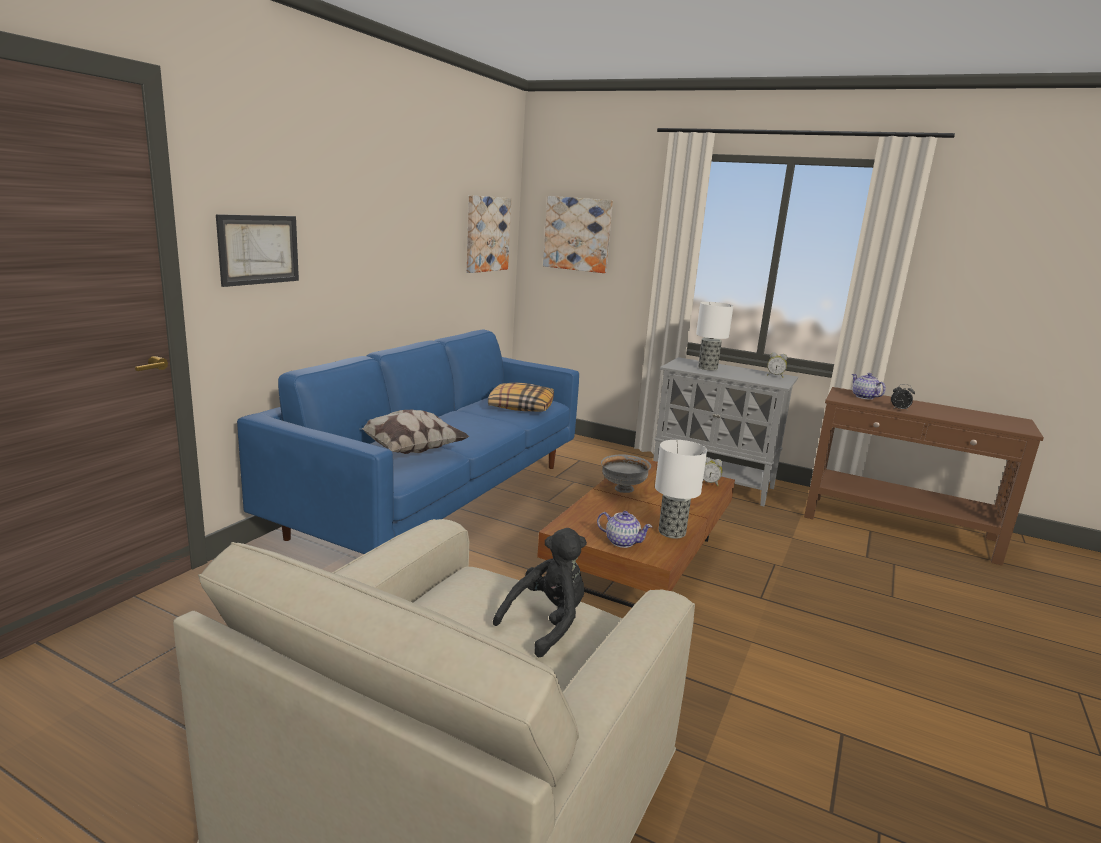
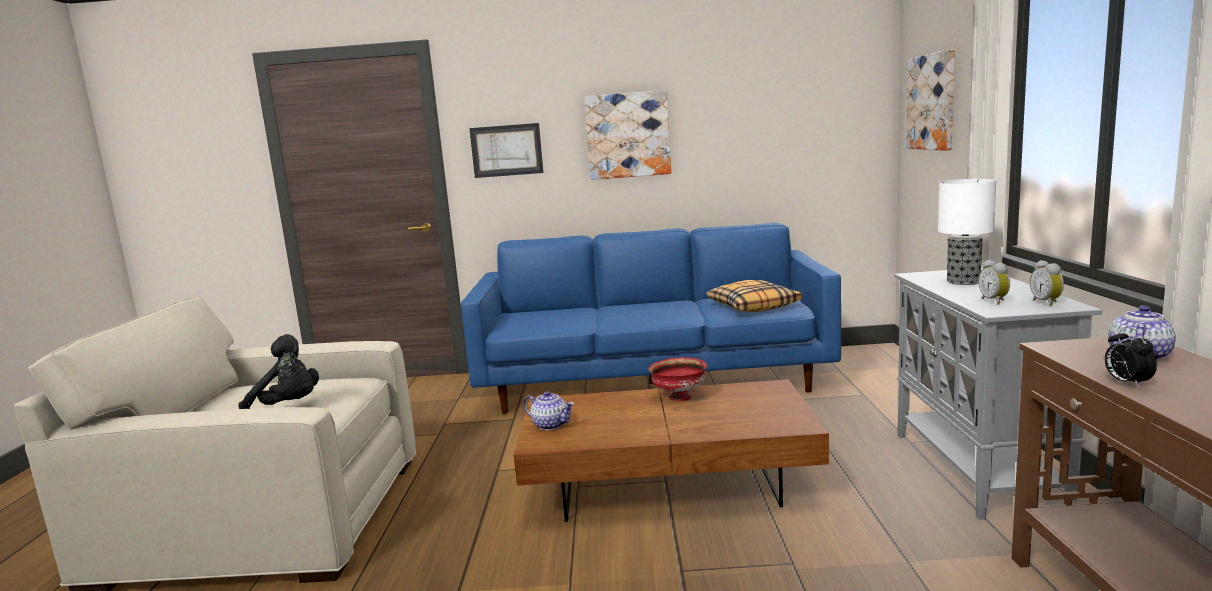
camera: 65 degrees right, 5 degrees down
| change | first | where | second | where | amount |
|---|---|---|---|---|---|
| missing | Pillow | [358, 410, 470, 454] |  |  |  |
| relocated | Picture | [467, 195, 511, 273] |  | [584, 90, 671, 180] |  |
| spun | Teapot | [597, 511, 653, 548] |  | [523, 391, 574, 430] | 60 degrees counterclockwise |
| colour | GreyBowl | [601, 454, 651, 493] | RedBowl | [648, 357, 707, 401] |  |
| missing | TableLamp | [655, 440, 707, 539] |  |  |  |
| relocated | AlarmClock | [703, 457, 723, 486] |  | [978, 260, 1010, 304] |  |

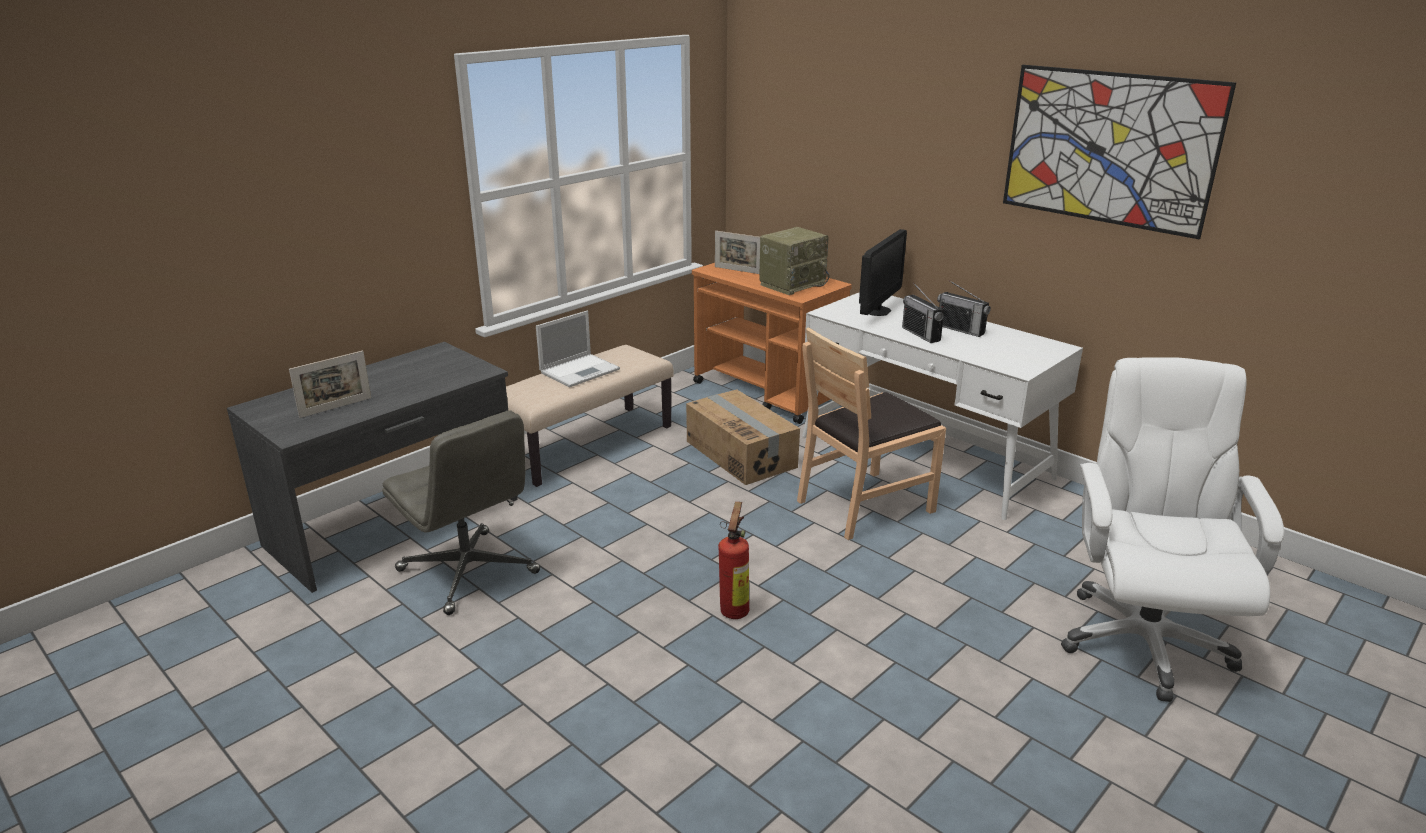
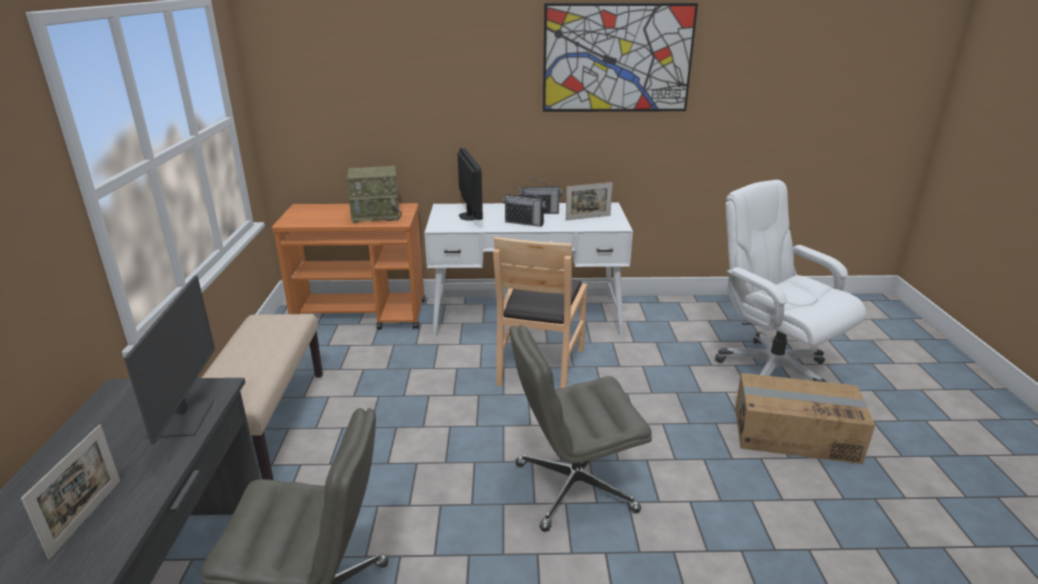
camera: 45 degrees left, 0 degrees up
| change | first | where | second | where | amount |
|---|---|---|---|---|---|
| missing | Laptop | [536, 311, 620, 387] |  |  |  |
| relocated | CardboardBox | [686, 390, 800, 485] |  | [735, 373, 875, 464] |  |
| relocated | PictureFrame | [715, 231, 760, 274] |  | [566, 182, 613, 220] |  |
| exchanged | FireExtinguisher | [718, 502, 750, 619] | GreyOfficeChair | [510, 325, 652, 532] |  |
| spun | Radio | [759, 227, 829, 295] |  | [347, 166, 402, 223] | 75 degrees clockwise |
| appeared |  |  | Monitor | [124, 276, 215, 444] |  |

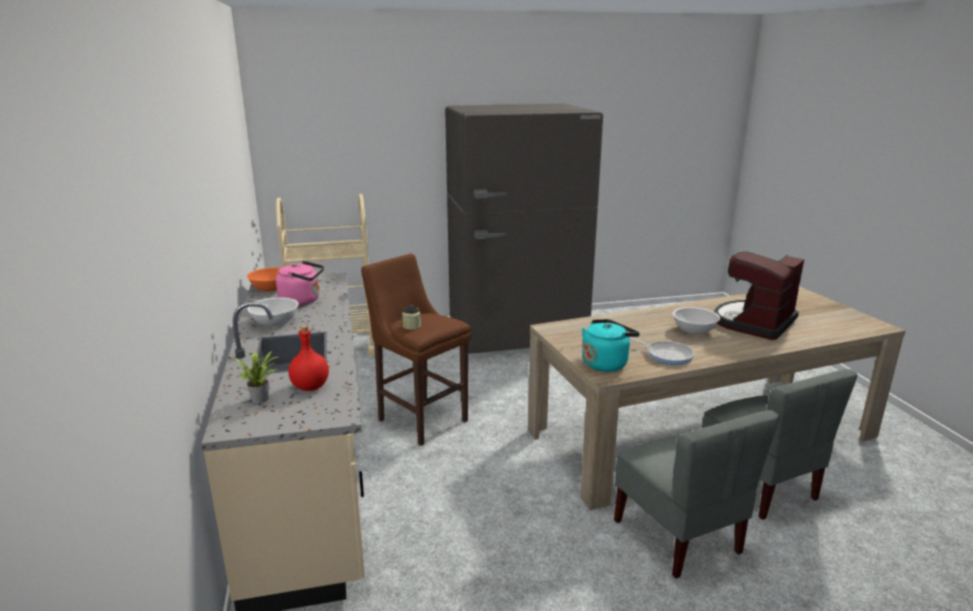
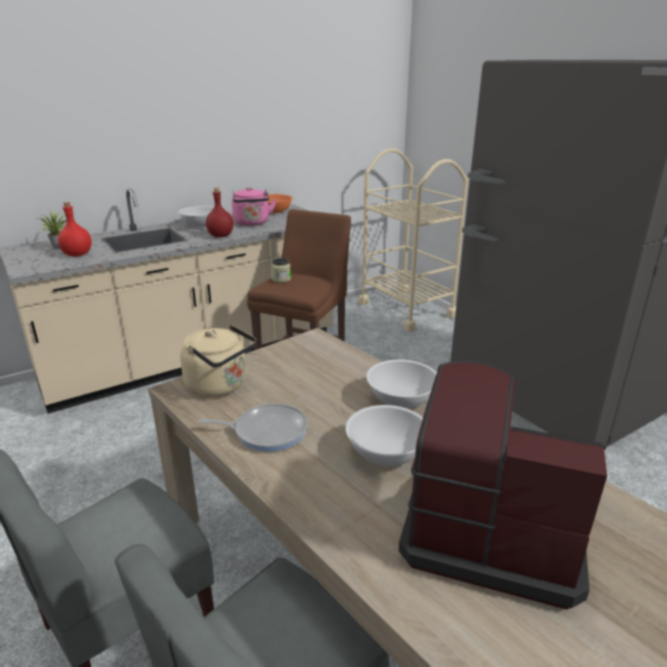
camera: 70 degrees right, 5 degrees up
| change | first | where | second | where | amount |
|---|---|---|---|---|---|
| colour | TurquoiseKettle | [582, 319, 640, 372] | BeigeKettle | [180, 325, 256, 397] |  |
| spun | FryingPan | [629, 338, 694, 365] |  | [198, 403, 308, 452] | 105 degrees counterclockwise |
| appeared |  |  | RedBottle | [206, 188, 233, 237] |  |
| appeared |  |  | WhiteBowl | [366, 360, 437, 409] |  |

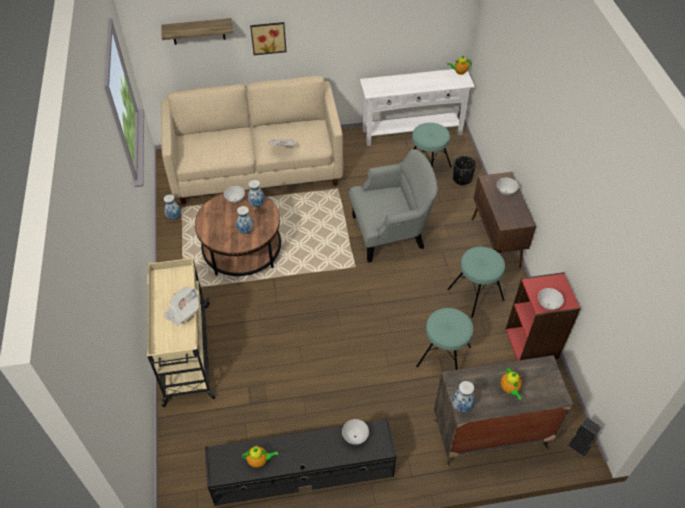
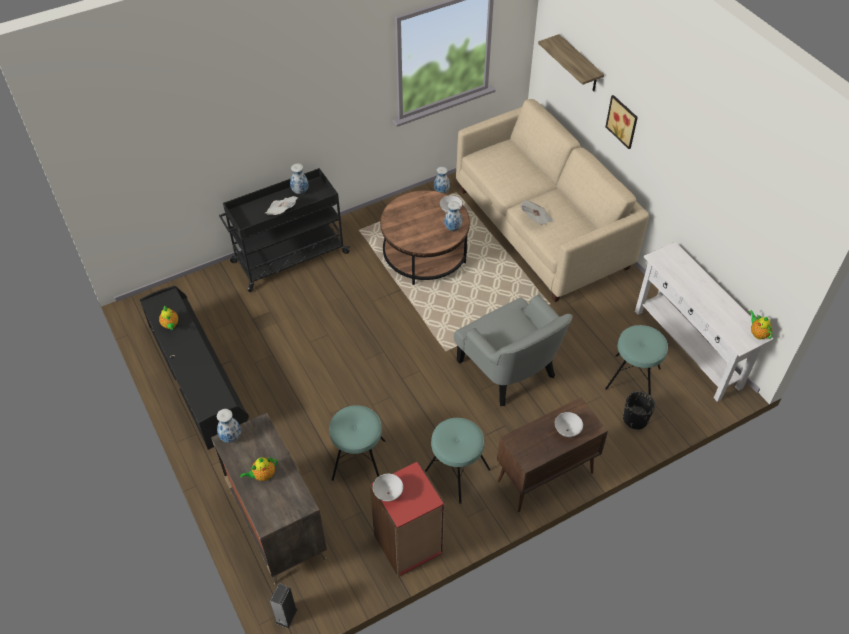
camera: 70 degrees right, 0 degrees up
| change | first | where | second | where | amount |
|---|---|---|---|---|---|
| colour | BeigeCart | [147, 258, 215, 407] | BlackCart | [219, 168, 350, 292] |  |
| relocated | Vase | [236, 206, 254, 234] |  | [290, 163, 309, 194] |  |
| missing | WhiteBowl | [342, 419, 369, 445] |  |  |  |

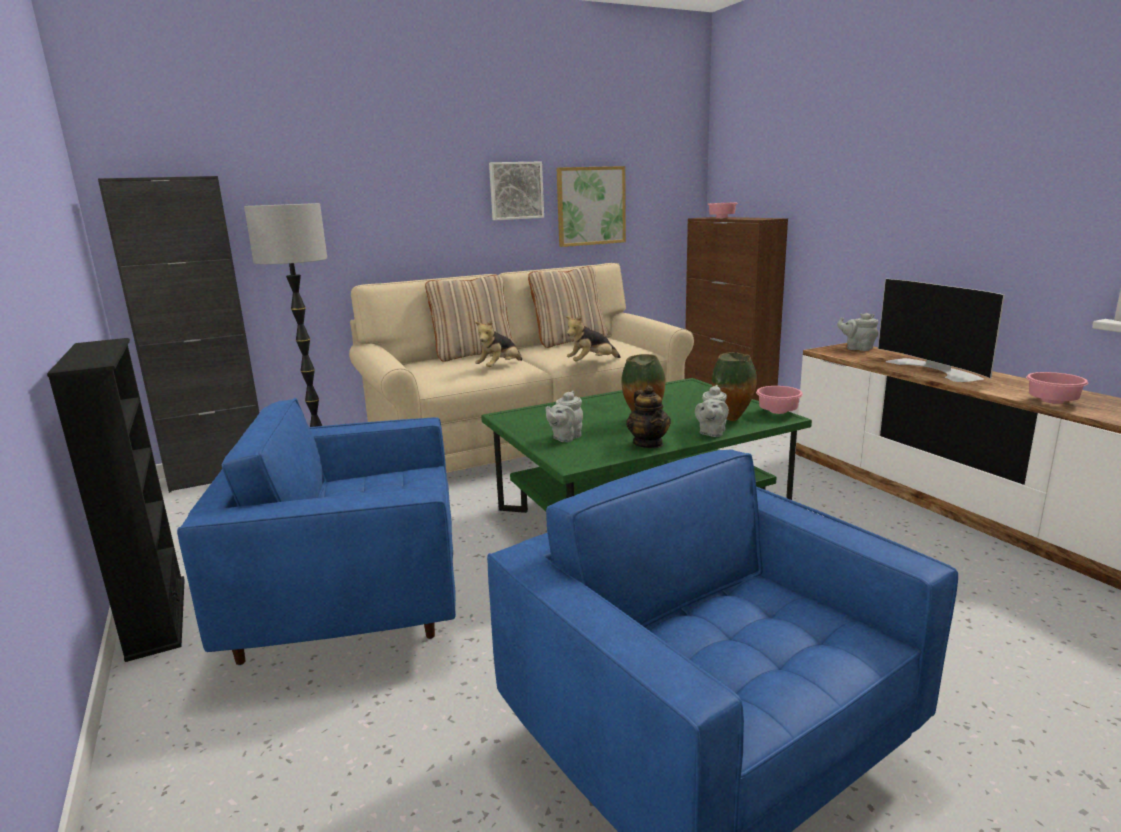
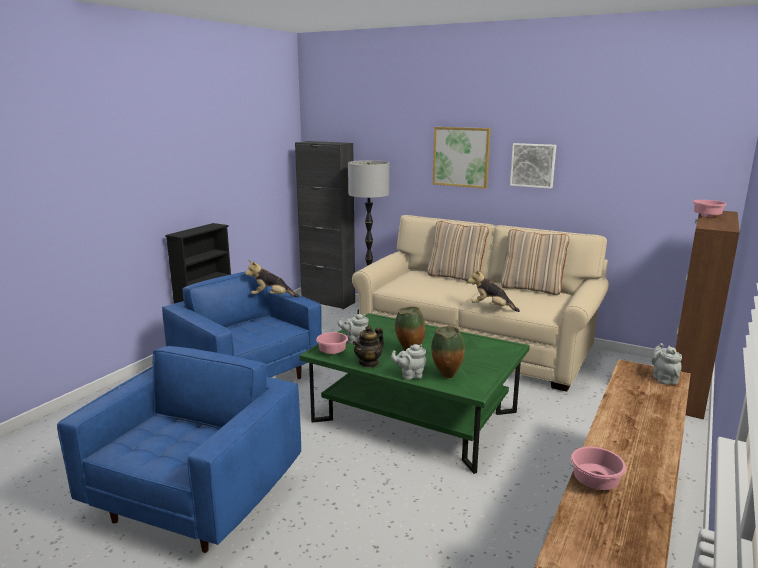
camera: 55 degrees right, 0 degrees up
| change | first | where | second | where | amount |
|---|---|---|---|---|---|
| relocated | PlushToy | [475, 320, 522, 367] |  | [245, 260, 300, 298] |  |
| relocated | Picture | [557, 166, 626, 247] |  | [433, 127, 491, 189] |  |
| relocated | PinkBowl | [756, 386, 803, 414] |  | [316, 332, 348, 354] |  |
| missing | Television | [878, 279, 1005, 382] |  |  |  |

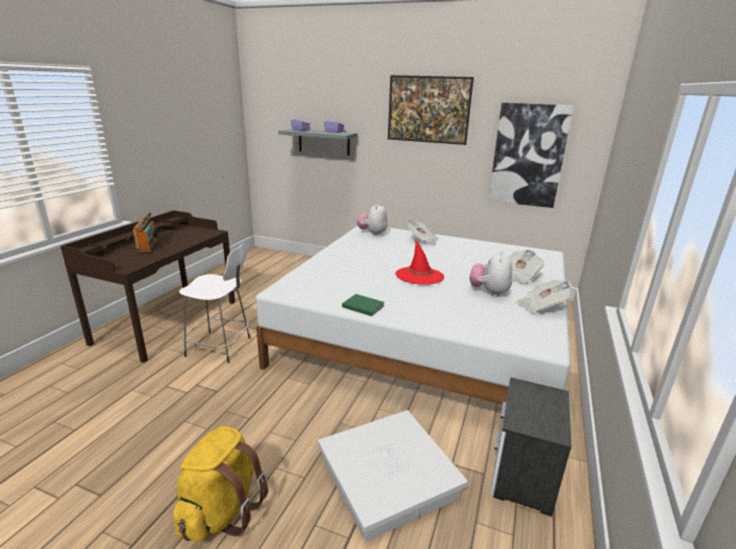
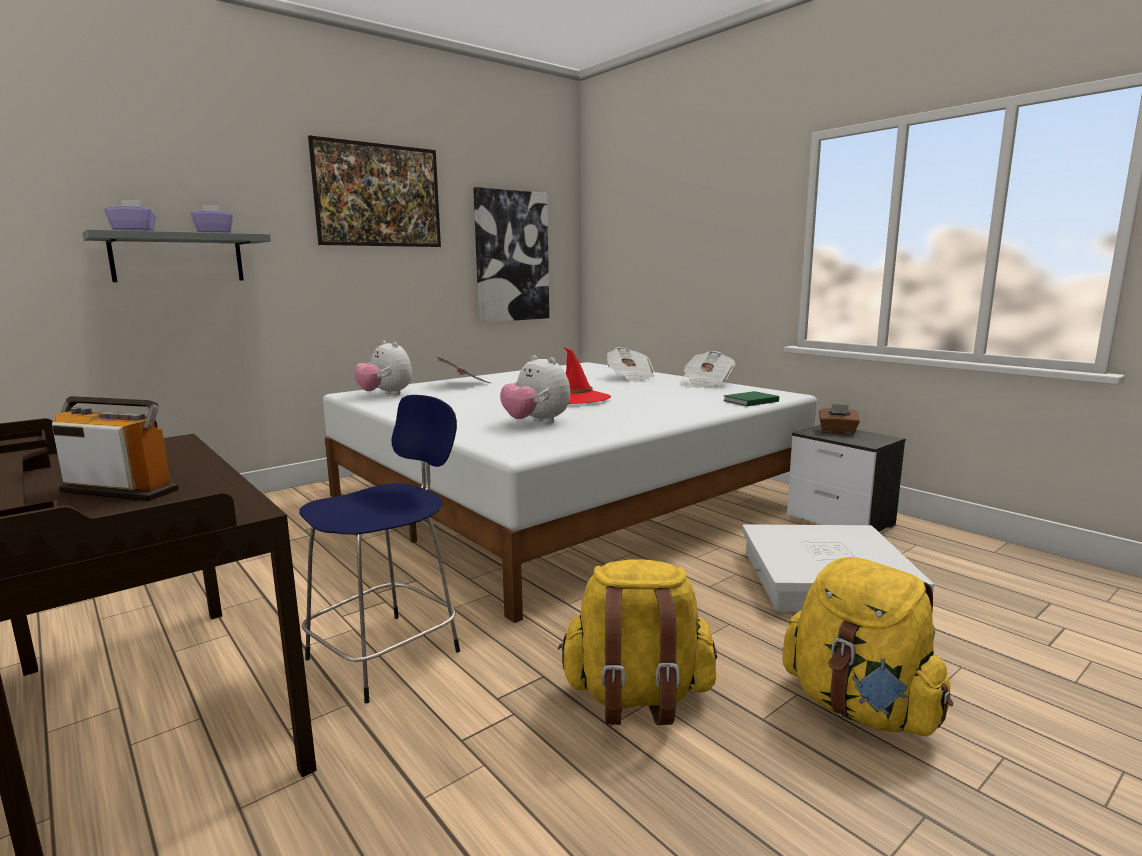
camera: 60 degrees left, 10 degrees down
| change | first | where | second | where | amount |
|---|---|---|---|---|---|
| colour | WhiteStool | [179, 244, 250, 363] | BlueStool | [299, 395, 460, 703] |  |
| relocated | GreenBook | [342, 294, 385, 316] |  | [723, 391, 779, 406] |  |
| relocated | PlushToy | [470, 251, 512, 297] |  | [500, 355, 570, 424] |  |
| appeared |  |  | YellowBackpack | [558, 559, 717, 725] |  |
| appeared |  |  | BrownTissueBox | [819, 404, 860, 434] |  |

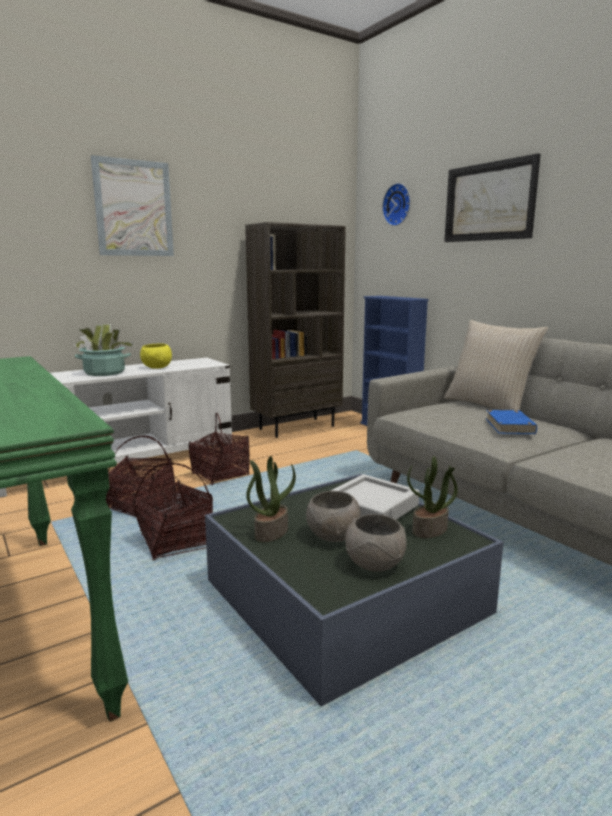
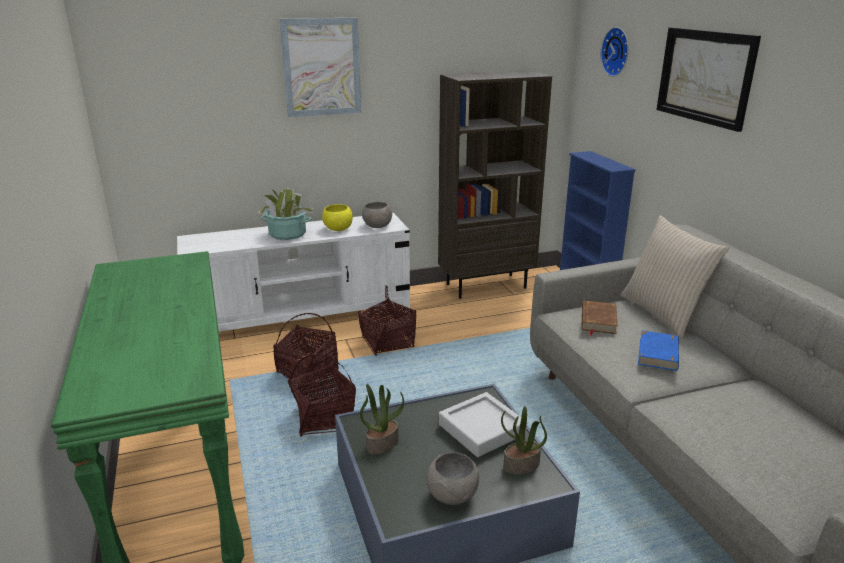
camera: 15 degrees right, 10 degrees up
| change | first | where | second | where | amount |
|---|---|---|---|---|---|
| relocated | GreyBowl | [306, 491, 361, 542] |  | [362, 202, 392, 228] |  |
| appeared |  |  | BrownBook | [582, 300, 618, 336] |  |

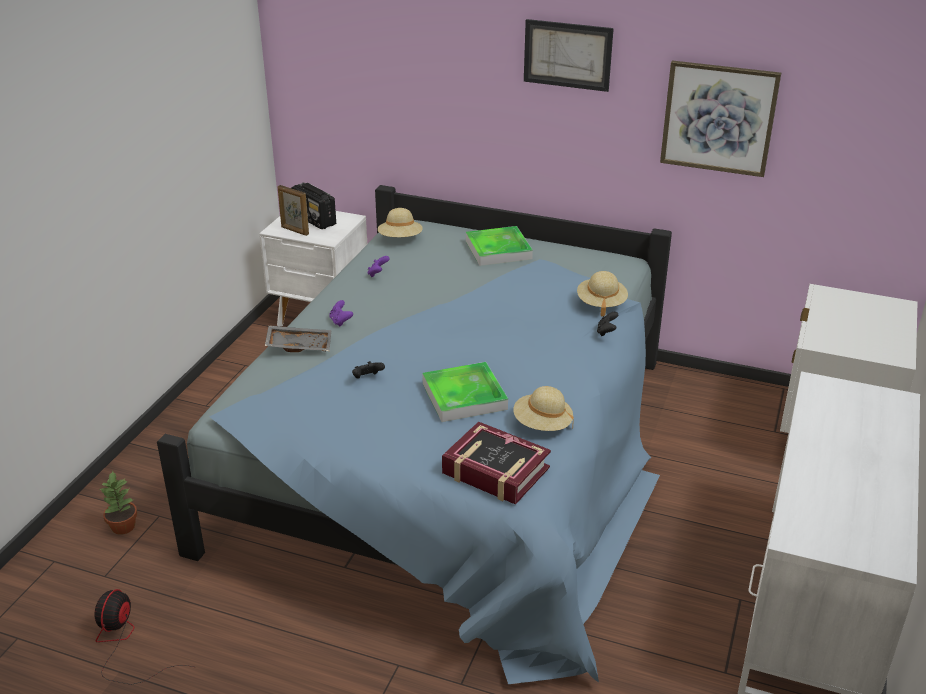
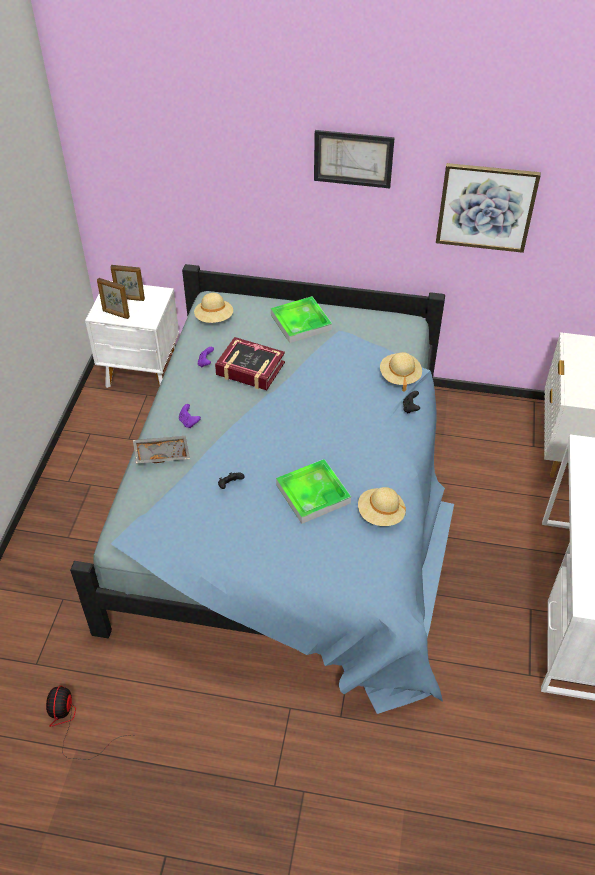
camera: 10 degrees left, 15 degrees up
| change | first | where | second | where | amount |
|---|---|---|---|---|---|
| missing | PottedPlant | [100, 471, 137, 535] |  |  |  |
| exchanged | Radio | [291, 182, 336, 229] | PictureFrame | [111, 265, 145, 301] |  |
| relocated | Book | [442, 422, 551, 505] |  | [215, 337, 285, 390] |  |

